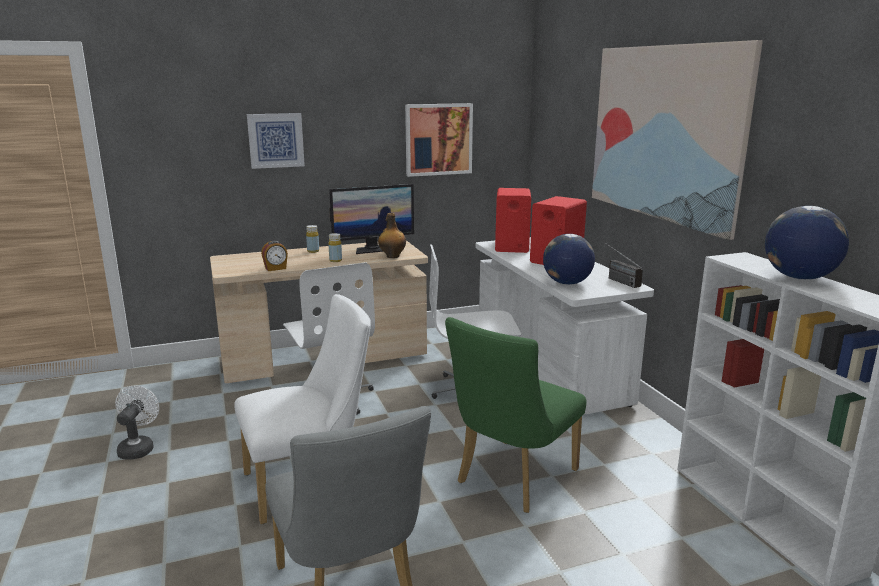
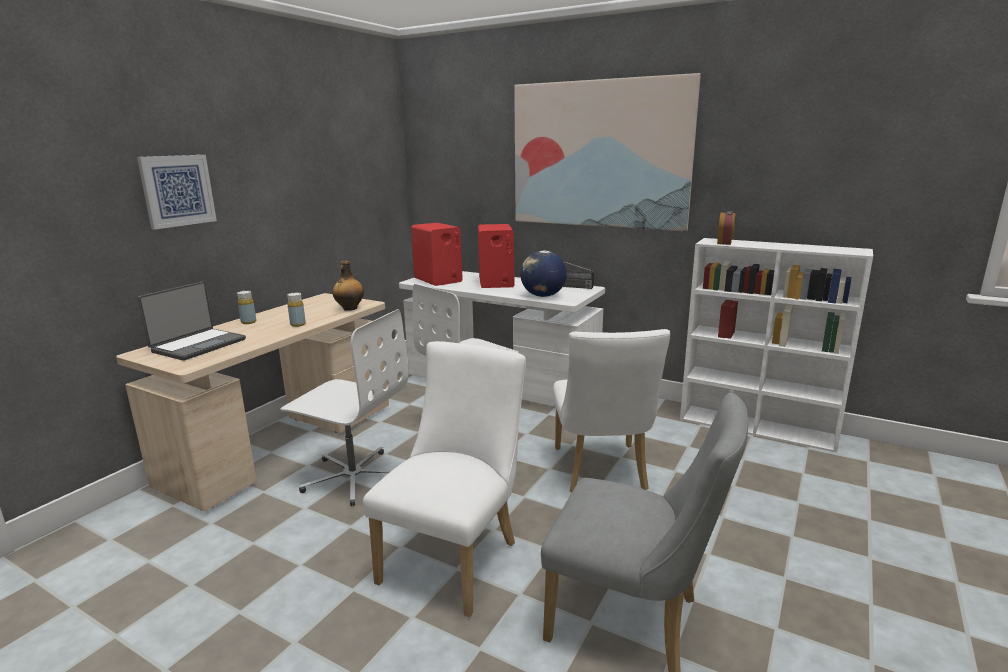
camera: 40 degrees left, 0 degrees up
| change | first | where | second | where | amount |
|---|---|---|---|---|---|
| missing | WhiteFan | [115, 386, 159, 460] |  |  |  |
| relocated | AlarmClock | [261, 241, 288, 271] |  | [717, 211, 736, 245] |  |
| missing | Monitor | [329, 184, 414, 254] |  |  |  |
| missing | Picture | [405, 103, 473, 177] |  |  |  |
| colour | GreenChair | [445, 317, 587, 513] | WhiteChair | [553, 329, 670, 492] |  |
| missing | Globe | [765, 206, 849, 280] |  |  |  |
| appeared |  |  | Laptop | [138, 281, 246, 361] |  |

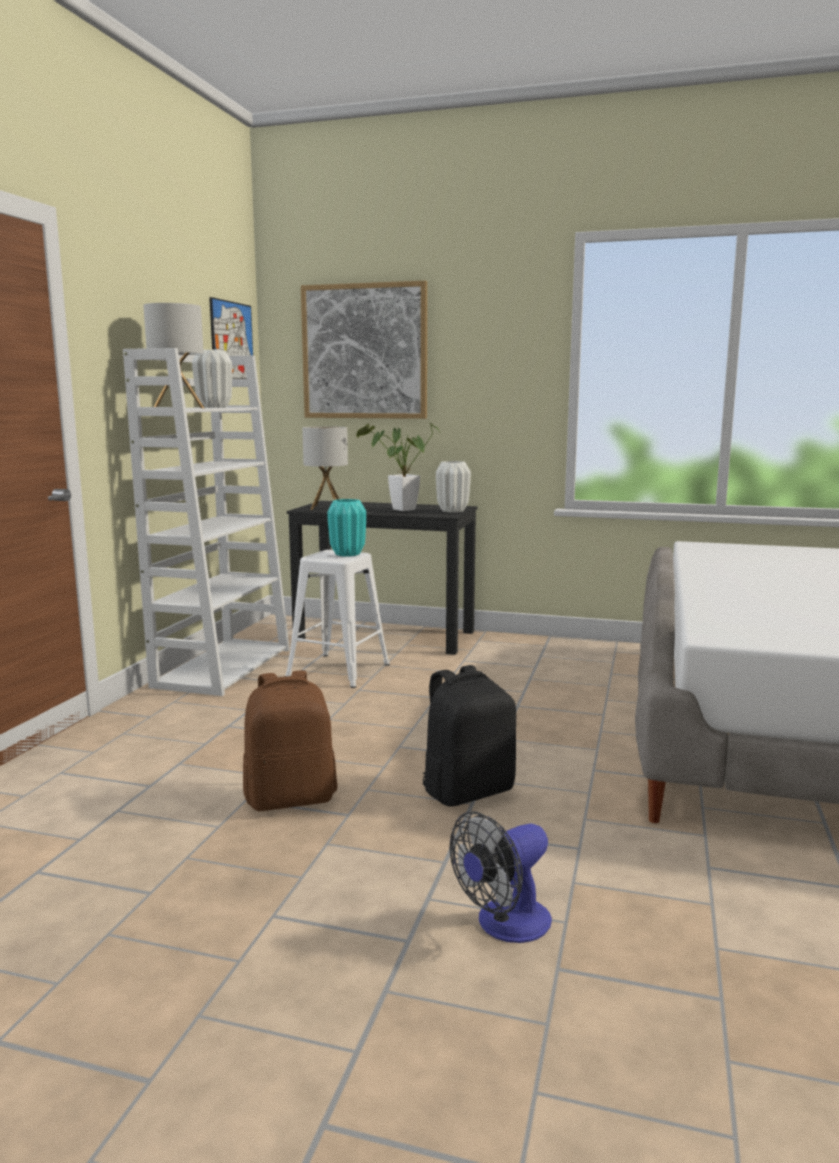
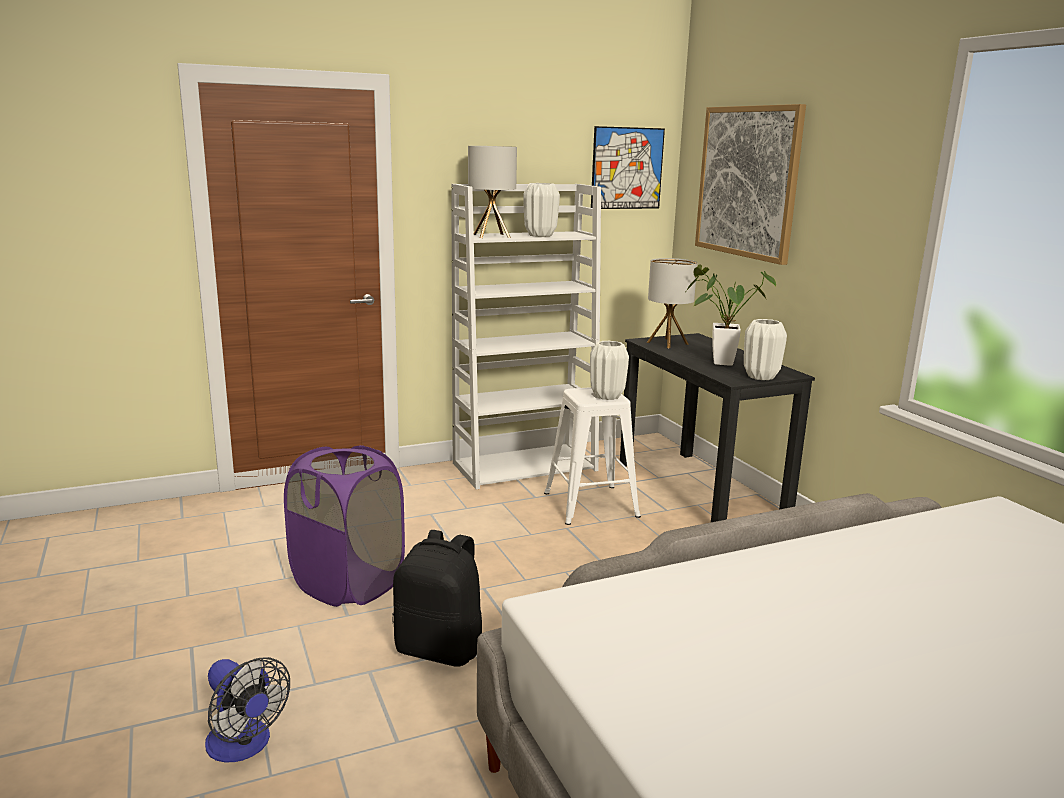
camera: 50 degrees right, 5 degrees up
| change | first | where | second | where | amount |
|---|---|---|---|---|---|
| exchanged | BrownBackpack | [243, 670, 338, 811] | PurpleLaundryBasket | [284, 445, 405, 607] |  |
| colour | TurquoiseVase | [327, 499, 366, 556] | WhiteVase | [590, 341, 629, 400] |  |
| spun | Fan | [450, 812, 552, 943] |  | [205, 657, 290, 762] | 150 degrees counterclockwise |

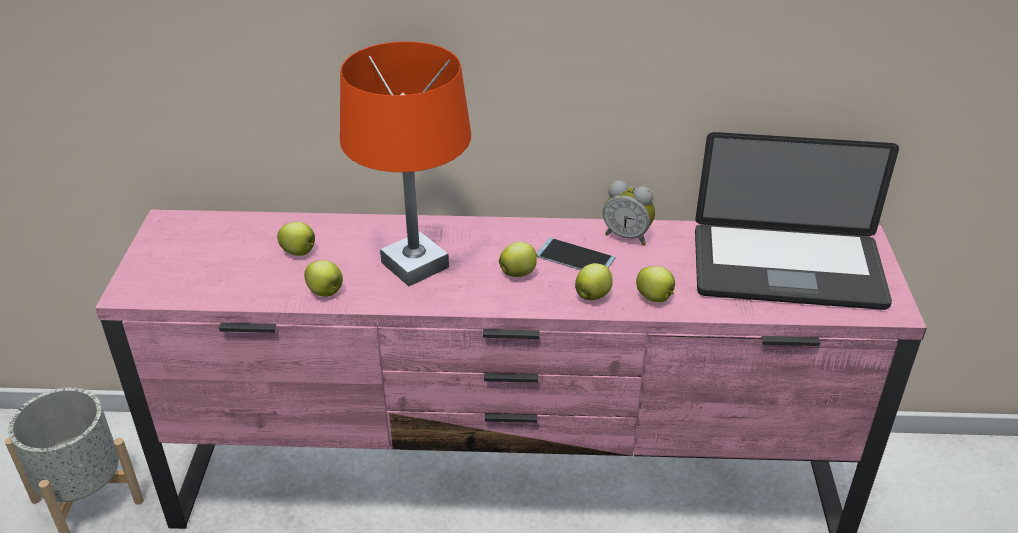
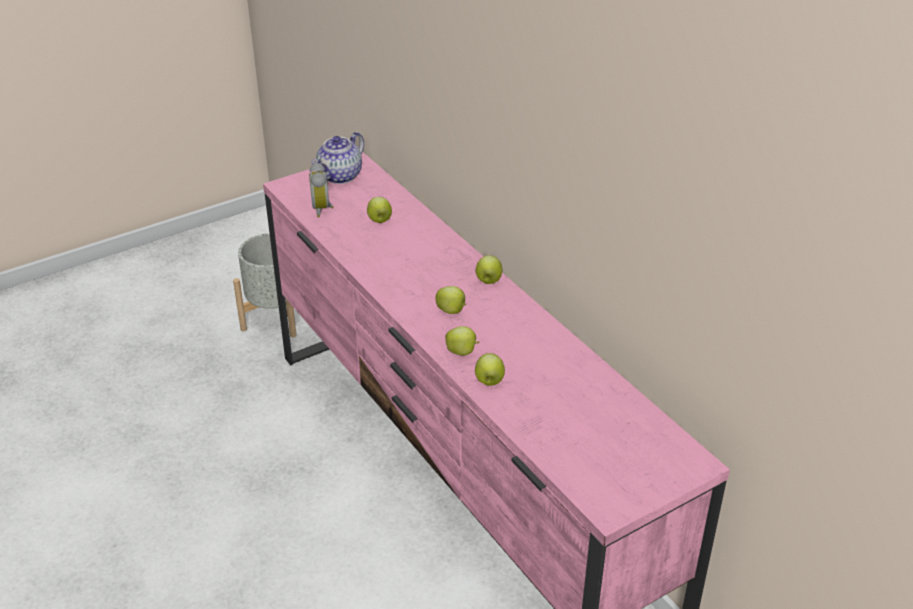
camera: 55 degrees right, 0 degrees up
| change | first | where | second | where | amount |
|---|---|---|---|---|---|
| relocated | Apple | [304, 260, 343, 297] |  | [476, 255, 502, 284] |  |
| missing | OrangeTableLamp | [340, 41, 471, 286] |  |  |  |
| missing | Phone | [537, 238, 615, 270] |  |  |  |
| relocated | AlarmClock | [603, 180, 655, 245] |  | [309, 162, 334, 217] |  |
| missing | Laptop | [695, 132, 899, 310] |  |  |  |
| appeared |  |  | Teapot | [311, 132, 364, 184] |  |

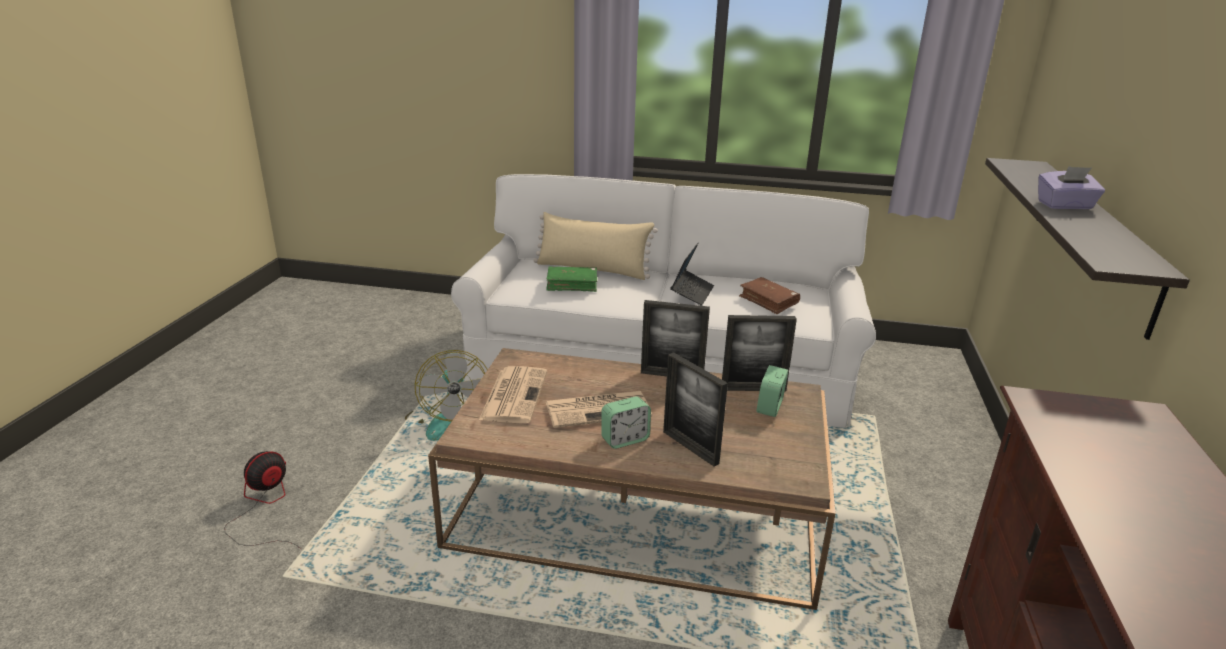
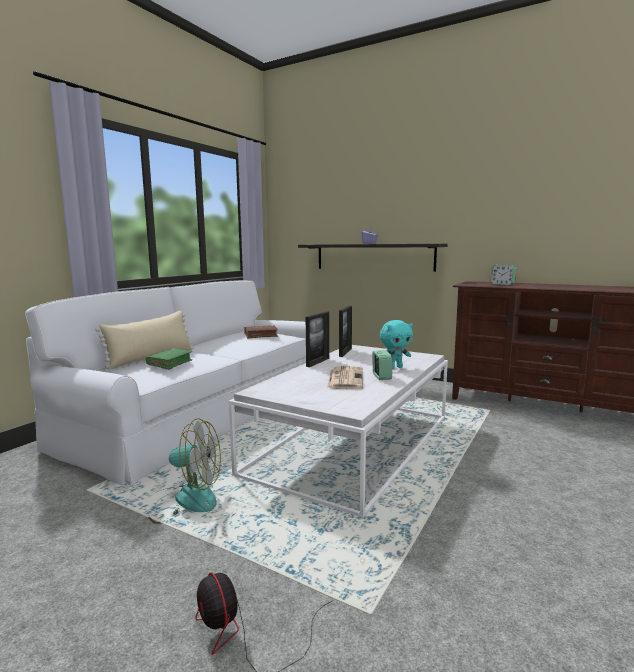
camera: 70 degrees left, 15 degrees down
| change | first | where | second | where | amount |
|---|---|---|---|---|---|
| colour | BrownCoffeeTable | [428, 348, 836, 610] | WhiteCoffeeTable | [229, 345, 448, 518] |  |
| missing | Newspaper | [479, 366, 547, 423] |  |  |  |
| exchanged | PictureFrame | [663, 352, 728, 467] | TurquoisePlushToy | [380, 320, 413, 369] |  |
| missing | Laptop | [671, 243, 714, 306] |  |  |  |
| relocated | AlarmClock | [756, 365, 788, 417] |  | [491, 265, 516, 285] |  |

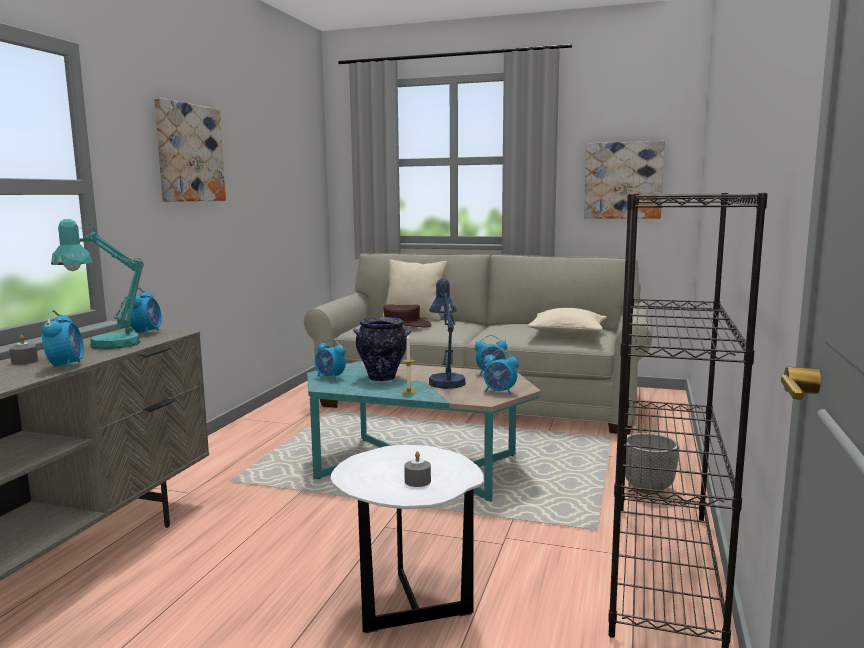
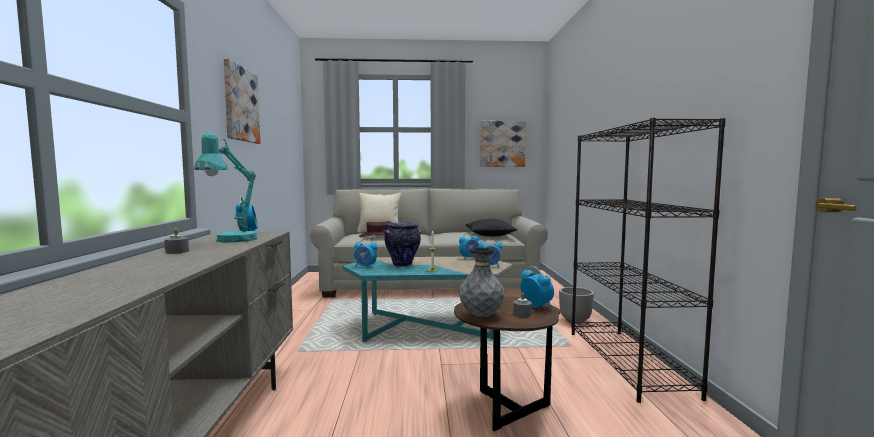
camera: 20 degrees left, 5 degrees down
| change | first | where | second | where | amount |
|---|---|---|---|---|---|
| relocated | AlarmClock | [42, 310, 84, 370] |  | [521, 266, 554, 310] |  |
| colour | WhiteSideTable | [330, 445, 483, 633] | BrownSideTable | [454, 296, 561, 431] |  |
| missing | BlueTableLamp | [429, 278, 466, 389] |  |  |  |
| colour | BeigePillow | [527, 308, 607, 337] | BlackPillow | [466, 219, 517, 236] |  |
| appeared |  |  | GreyVase | [459, 248, 504, 317] |  |

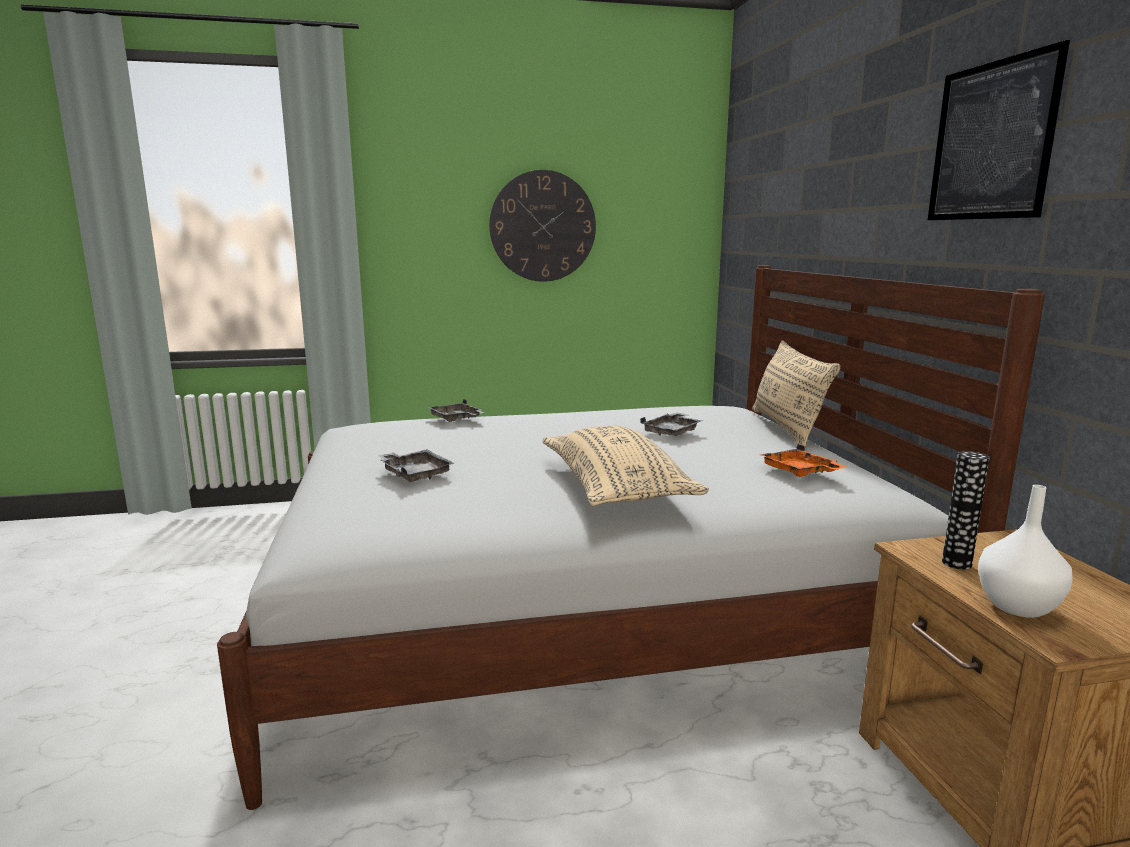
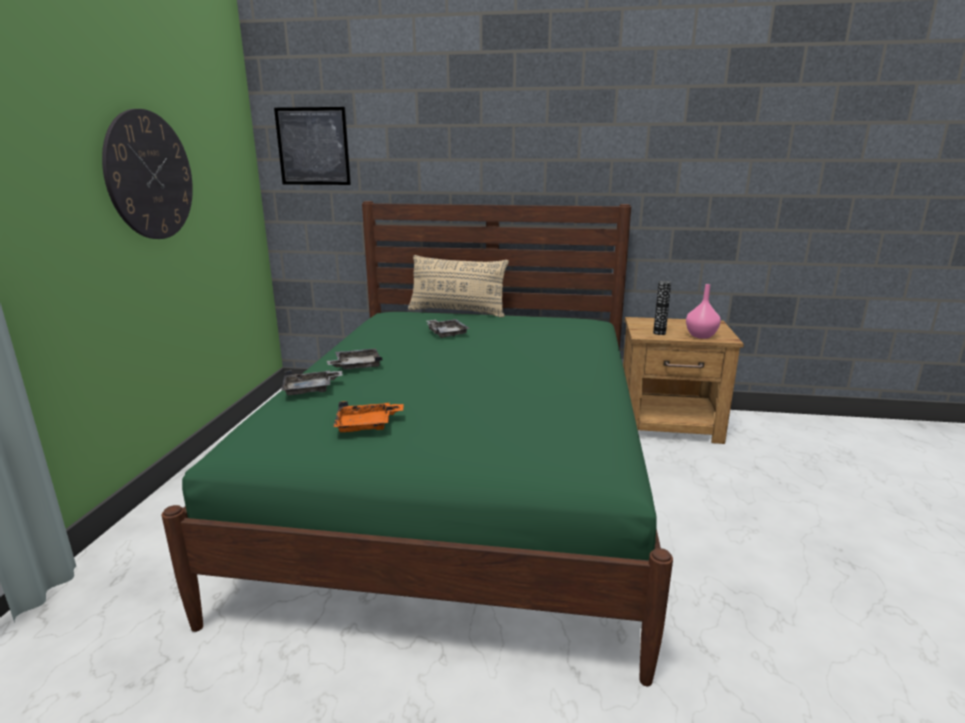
camera: 70 degrees left, 5 degrees up
| change | first | where | second | where | amount |
|---|---|---|---|---|---|
| colour | WhiteBed | [217, 265, 1045, 810] | GreenBed | [162, 201, 673, 686] |  |
| relocated | GreyTray | [378, 449, 454, 482] |  | [327, 348, 382, 370] |  |
| missing | BeigePillow | [543, 425, 709, 506] |  |  |  |
| relocated | OrangeTray | [761, 444, 846, 477] |  | [333, 401, 403, 432] |  |
| relocated | Picture | [928, 40, 1070, 220] |  | [274, 107, 351, 185] |  |
| colour | WhiteVase | [978, 485, 1073, 618] | PinkVase | [686, 284, 721, 339] |  |

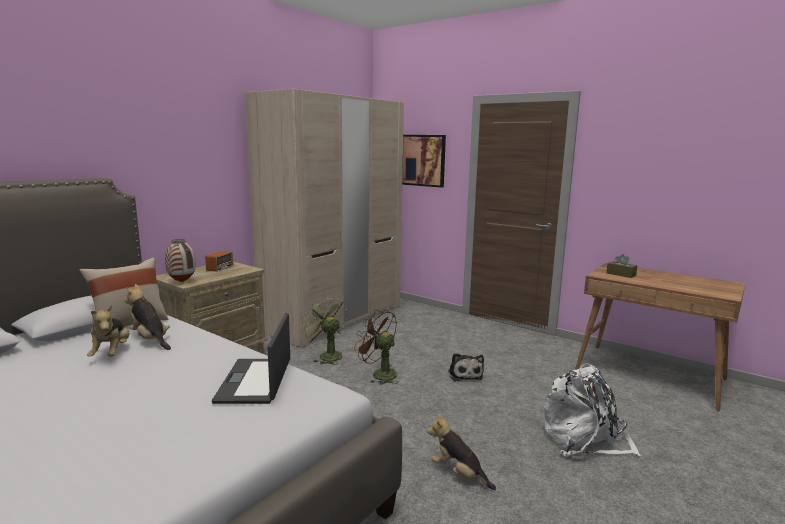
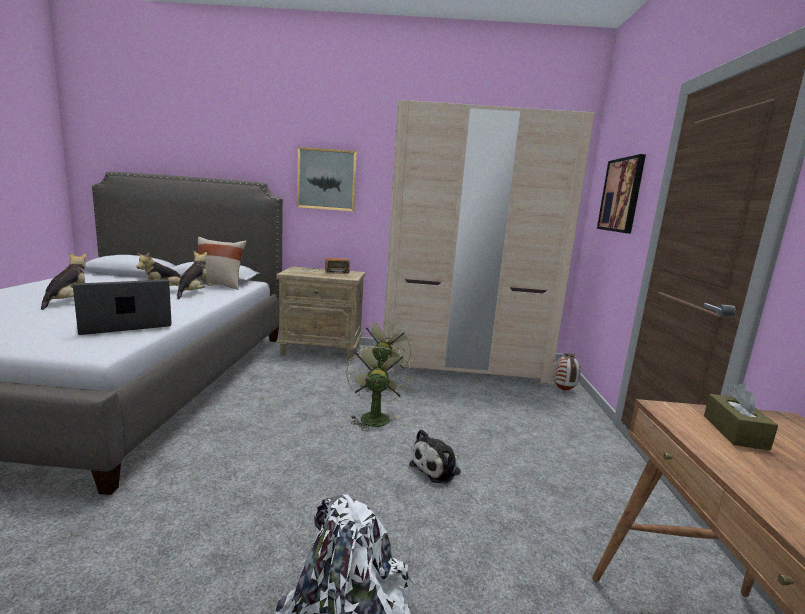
camera: 55 degrees right, 0 degrees up
| change | first | where | second | where | amount |
|---|---|---|---|---|---|
| relocated | Vase | [165, 239, 196, 282] |  | [553, 353, 580, 391] |  |
| colour | BrownFan | [354, 310, 398, 385] | GreenFan | [346, 342, 411, 431] |  |
| relocated | PlushToy | [427, 413, 496, 490] |  | [41, 252, 87, 310] |  |
| appeared |  |  | Picture | [297, 147, 357, 211] |  |

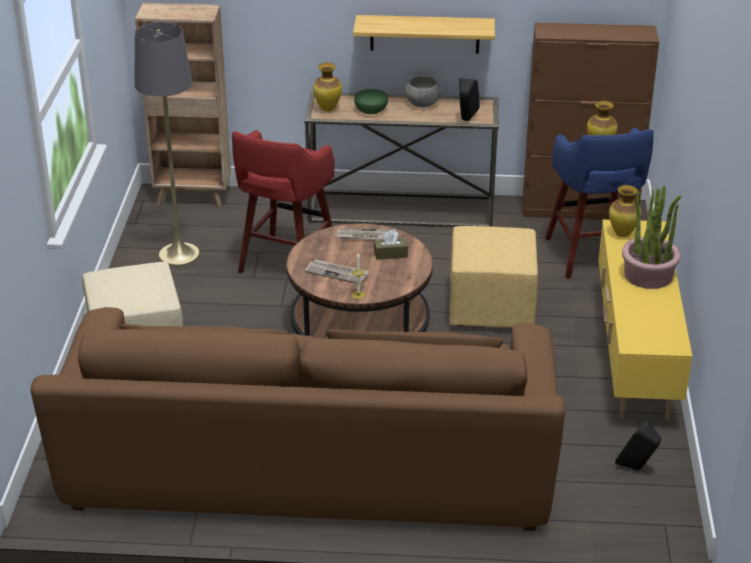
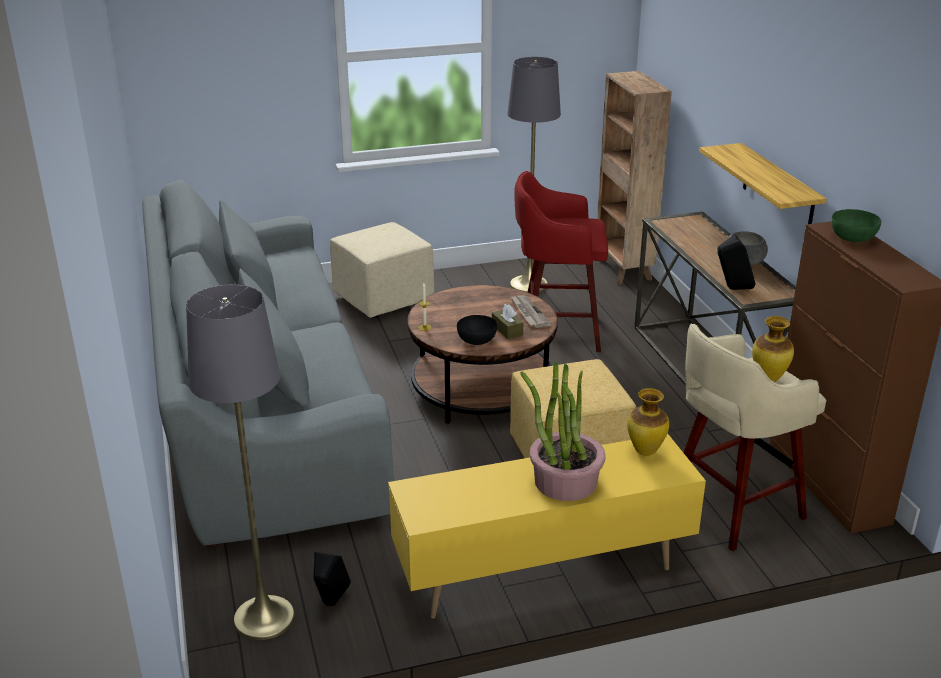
camera: 70 degrees right, 5 degrees down
| change | first | where | second | where | amount |
|---|---|---|---|---|---|
| colour | BrownSofa | [30, 307, 565, 531] | GreySofa | [142, 180, 394, 548] |  |
| missing | Newspaper | [305, 259, 370, 284] |  |  |  |
| missing | Vase | [313, 63, 342, 112] |  |  |  |
| relocated | GreenBowl | [354, 89, 388, 114] |  | [831, 209, 881, 242] |  |
| colour | BlueStool | [545, 127, 654, 279] | BeigeStool | [683, 324, 826, 551] |  |
| appeared |  |  | GreyFloorLamp | [186, 284, 295, 640] |  |
| appeared |  |  | BlackBowl | [457, 315, 497, 345] |  |

